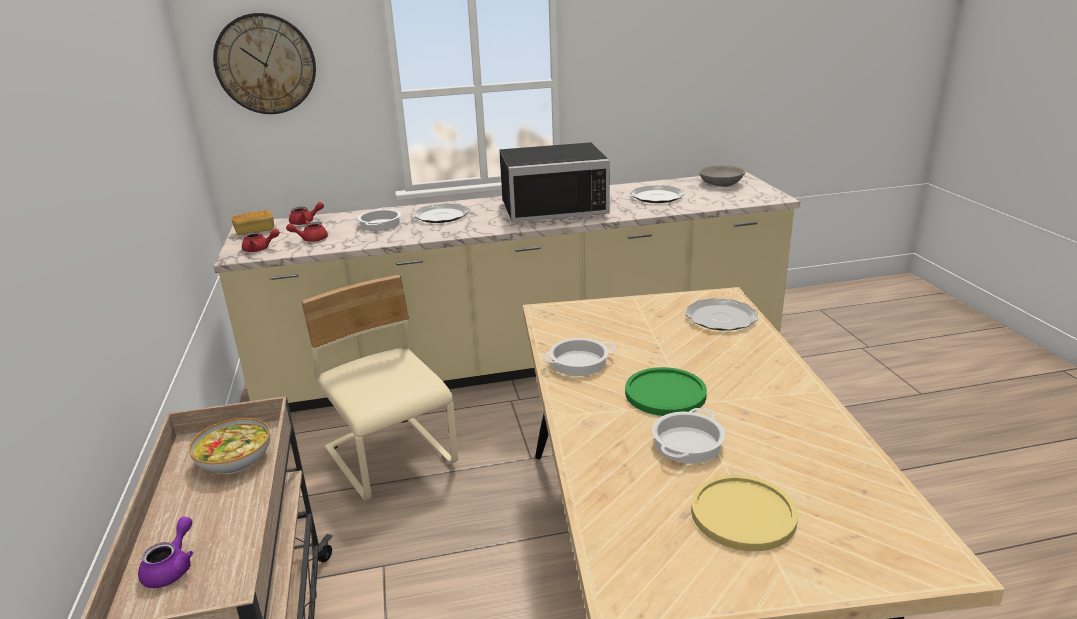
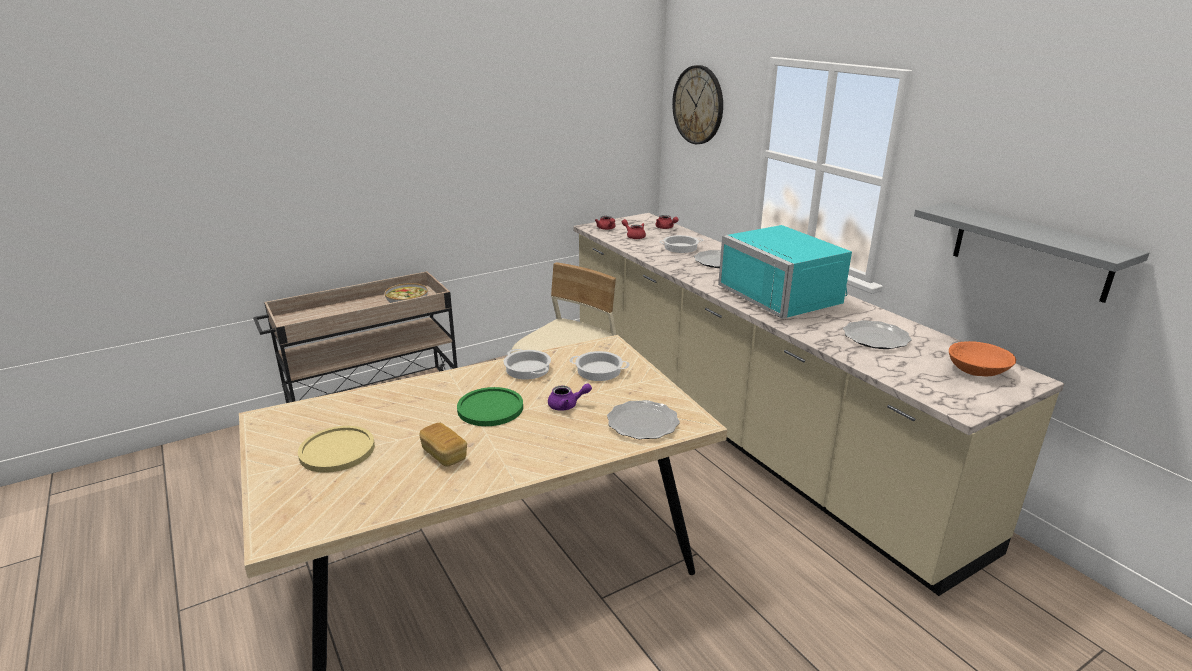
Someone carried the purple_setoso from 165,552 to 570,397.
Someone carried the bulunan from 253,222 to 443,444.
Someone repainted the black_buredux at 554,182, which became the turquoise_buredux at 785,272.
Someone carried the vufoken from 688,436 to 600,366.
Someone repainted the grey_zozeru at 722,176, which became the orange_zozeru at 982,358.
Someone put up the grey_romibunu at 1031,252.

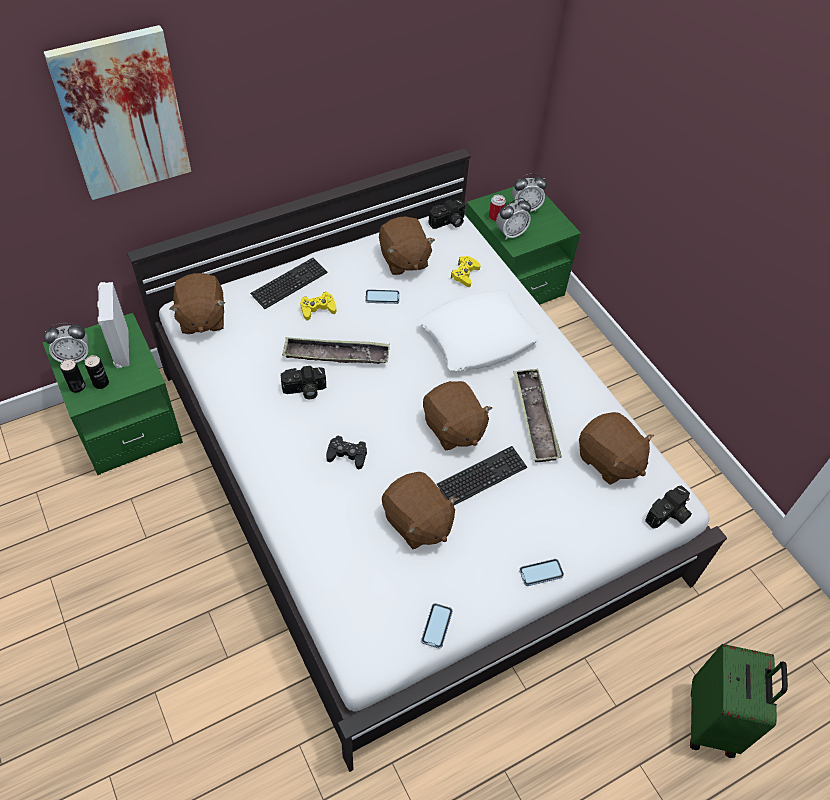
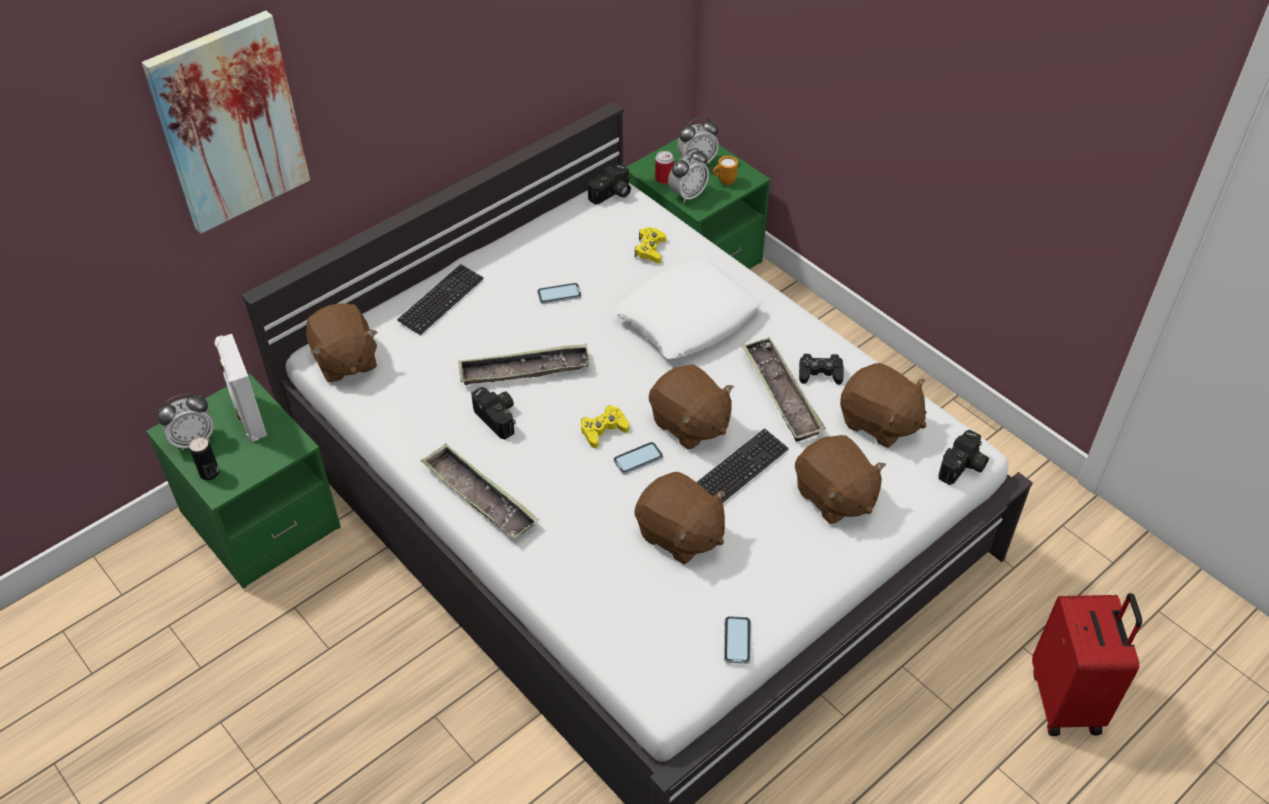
Someone took away the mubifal at 97,372.
Someone rotated the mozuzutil at 303,382 by 105 degrees counterclockwise.
Someone carried the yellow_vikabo from 318,306 to 605,426.
Someone carried the black_vikabo from 346,453 to 821,369.
Someone carried the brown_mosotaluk from 407,245 to 840,479.
Someone carried the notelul from 541,572 to 638,458.
Someone repainted the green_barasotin at 739,701, which became the red_barasotin at 1087,664.
Someone put down the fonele at 480,490.
Someone put down the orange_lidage at 725,170.

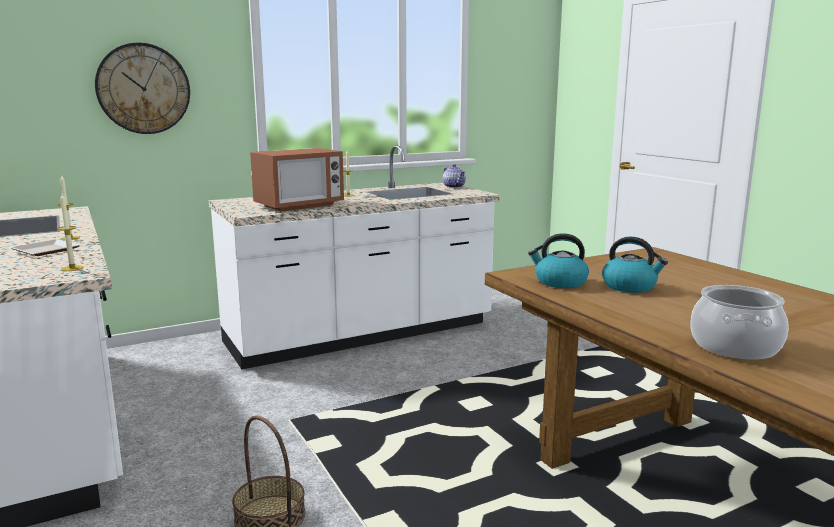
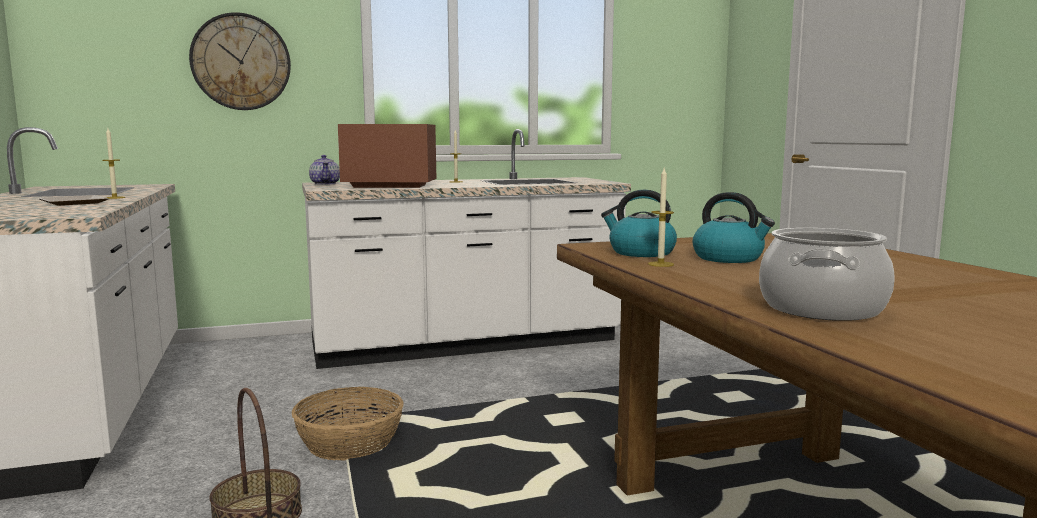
Someone carried the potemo from 70,232 to 661,217.
Someone rotated the buredux at 297,179 by 150 degrees counterclockwise.
Someone carried the setoso from 454,176 to 324,170.
Someone put down the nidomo at 348,424.

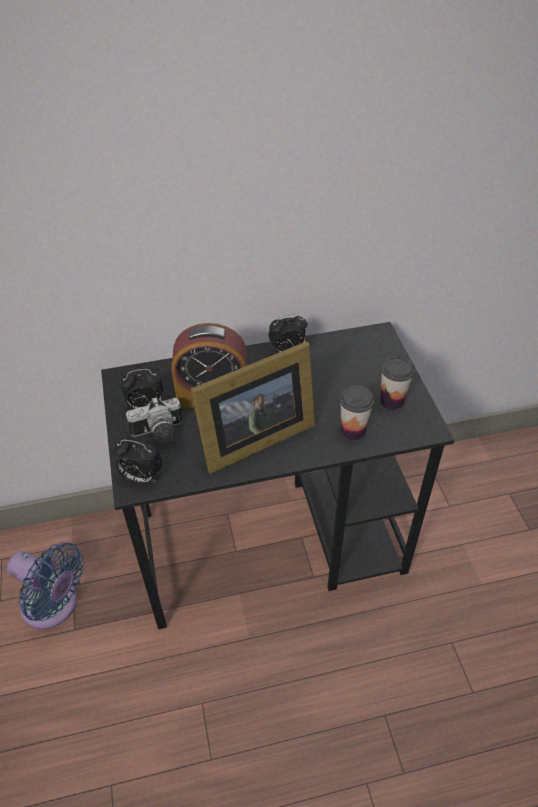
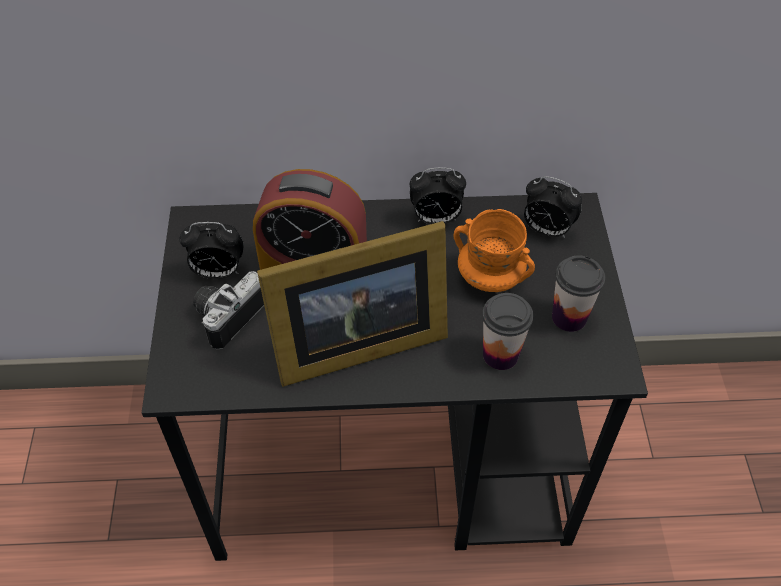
Someone took away the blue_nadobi at 45,586.
Someone carried the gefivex from 138,462 to 553,207.
Someone rotated the mozuzutil at 154,420 by 135 degrees clockwise.
Someone put down the orange_lidage at 494,250.

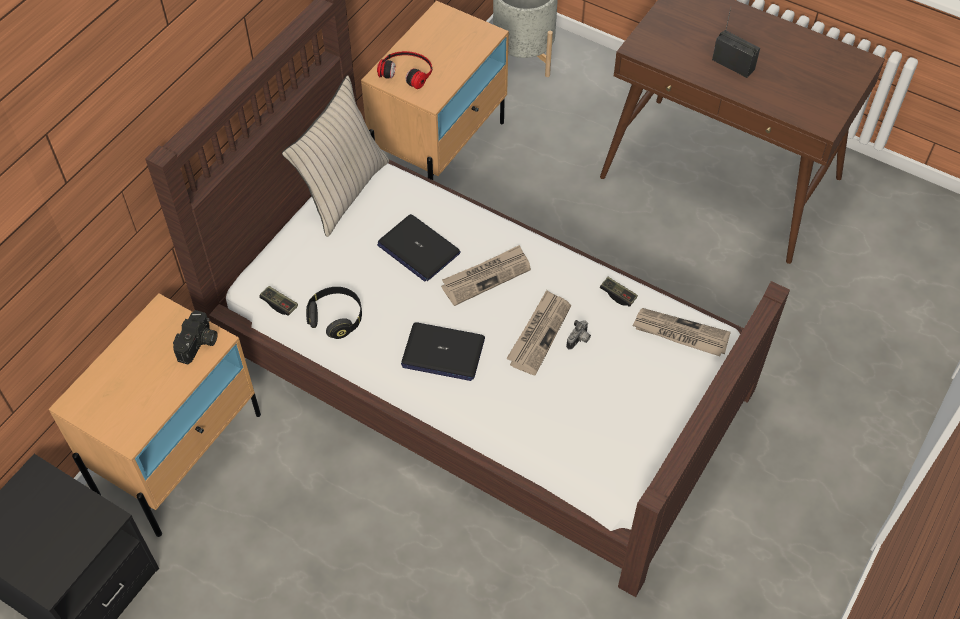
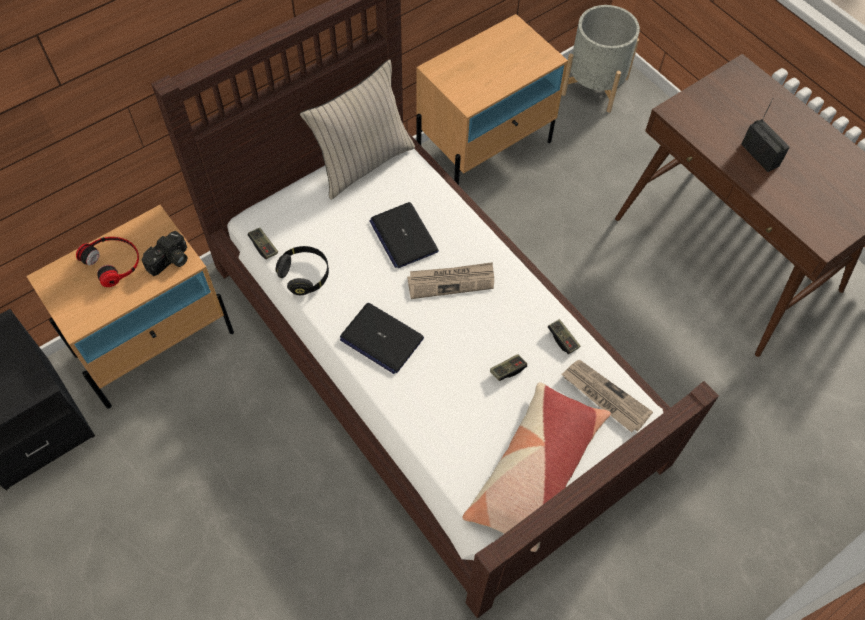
Someone carried the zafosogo from 404,70 to 107,262.
Someone took away the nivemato at 538,333.
Someone swapped the mozuzutil at 578,335 for the vikabo at 508,367.
Someone put down the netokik at 536,467.

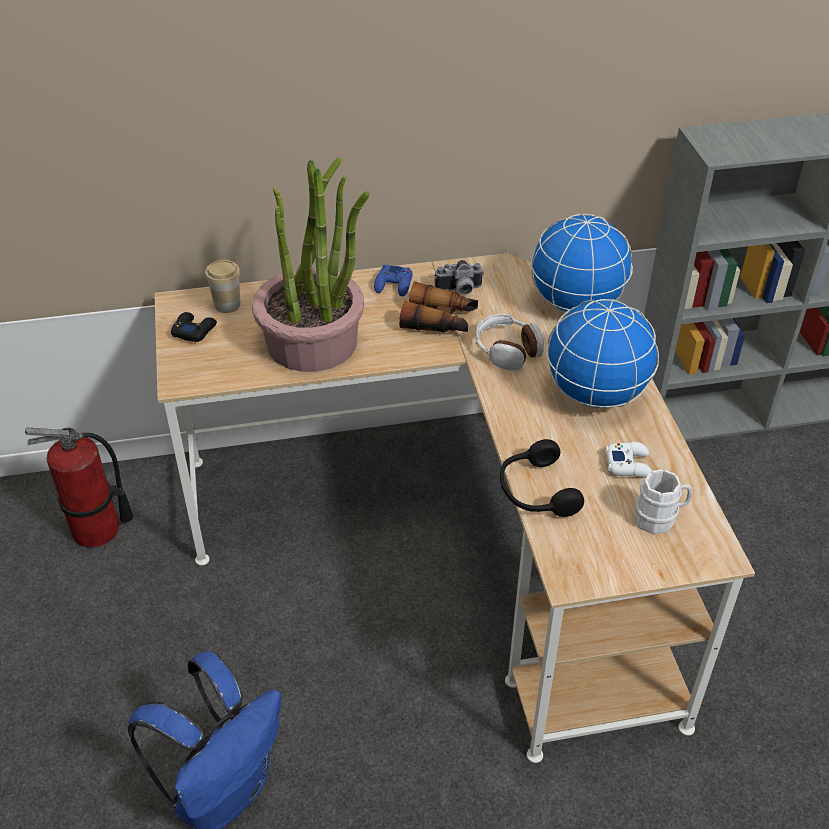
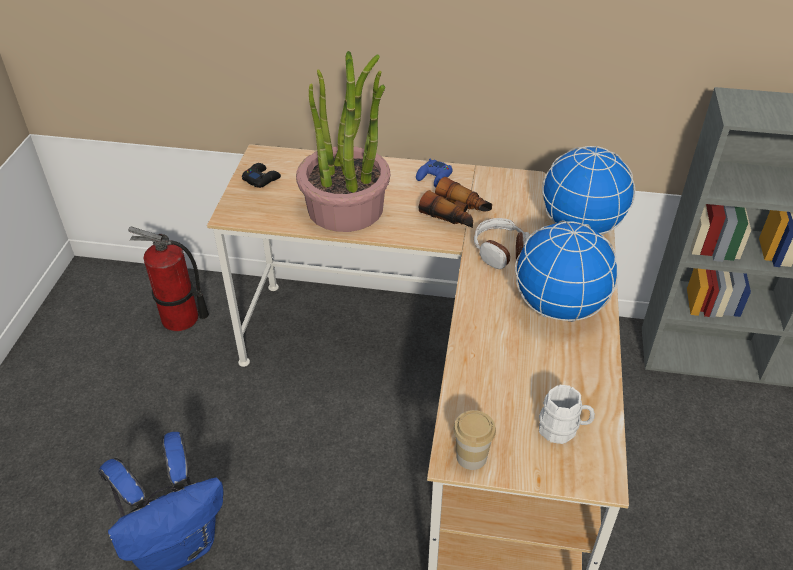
Someone carried the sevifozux from 222,286 to 475,440.
Someone took away the mozuzutil at 459,277.
Someone took away the black_zafosogo at 542,478.
Someone took away the white_vikabo at 628,460.

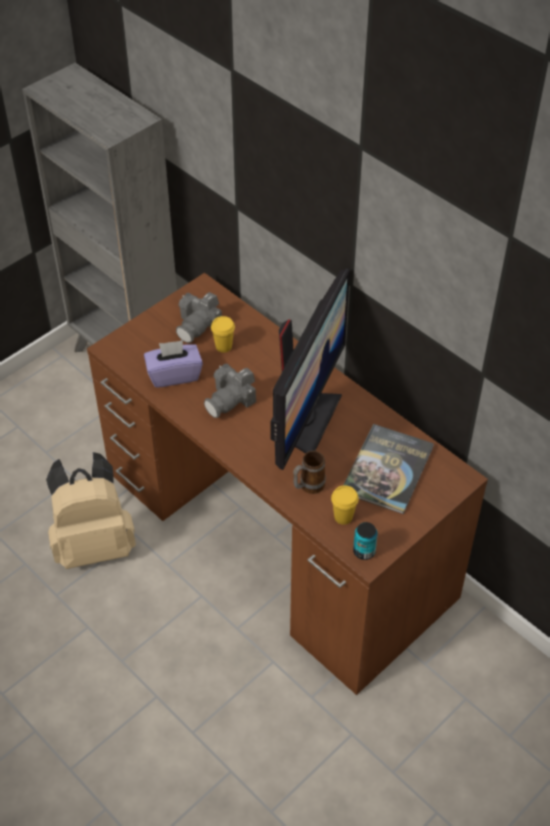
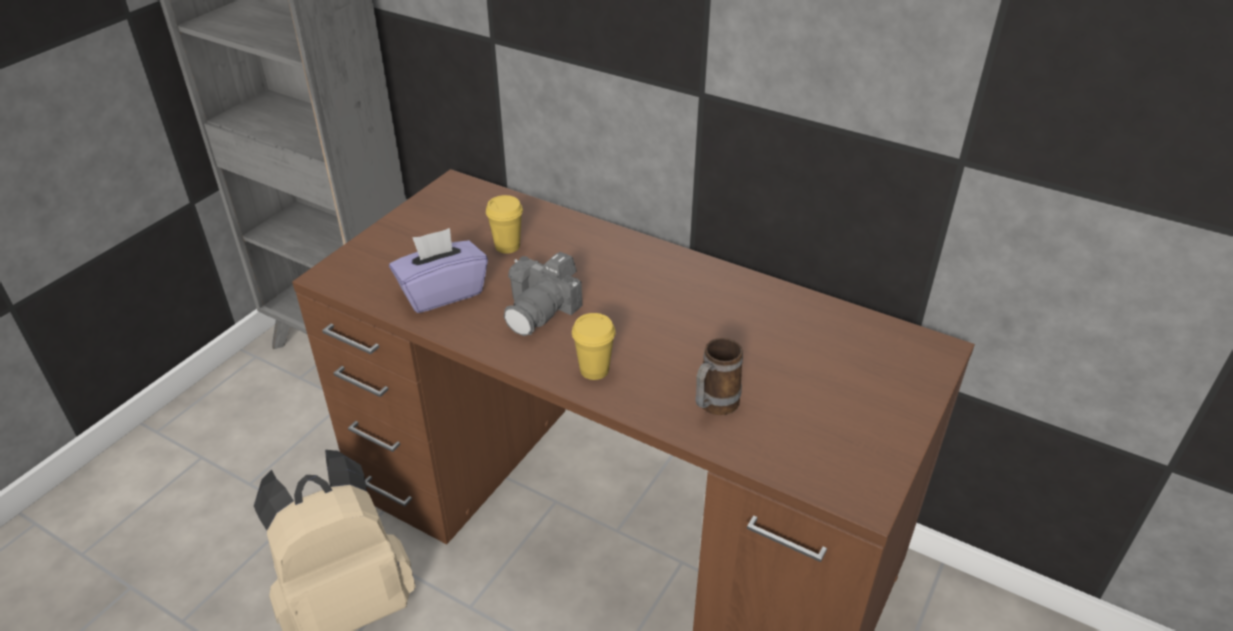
Someone took away the mozuzutil at 199,317.
Someone took away the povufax at 310,369.
Someone carried the yellow_sevifozux from 345,505 to 594,346.
Someone took away the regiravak at 388,469.
Someone took away the mubifal at 365,541.

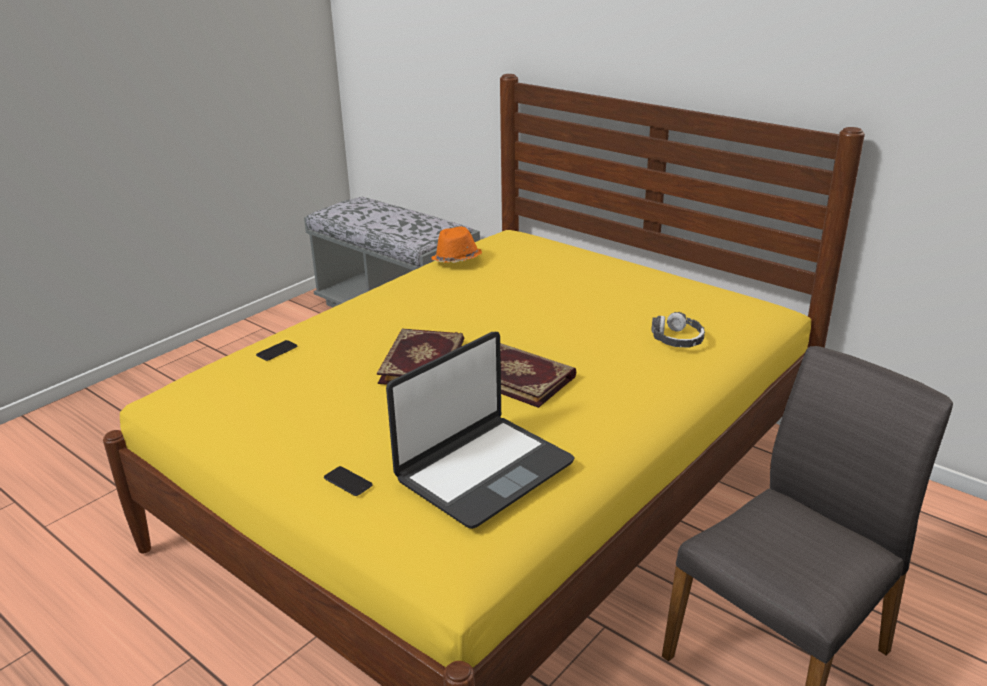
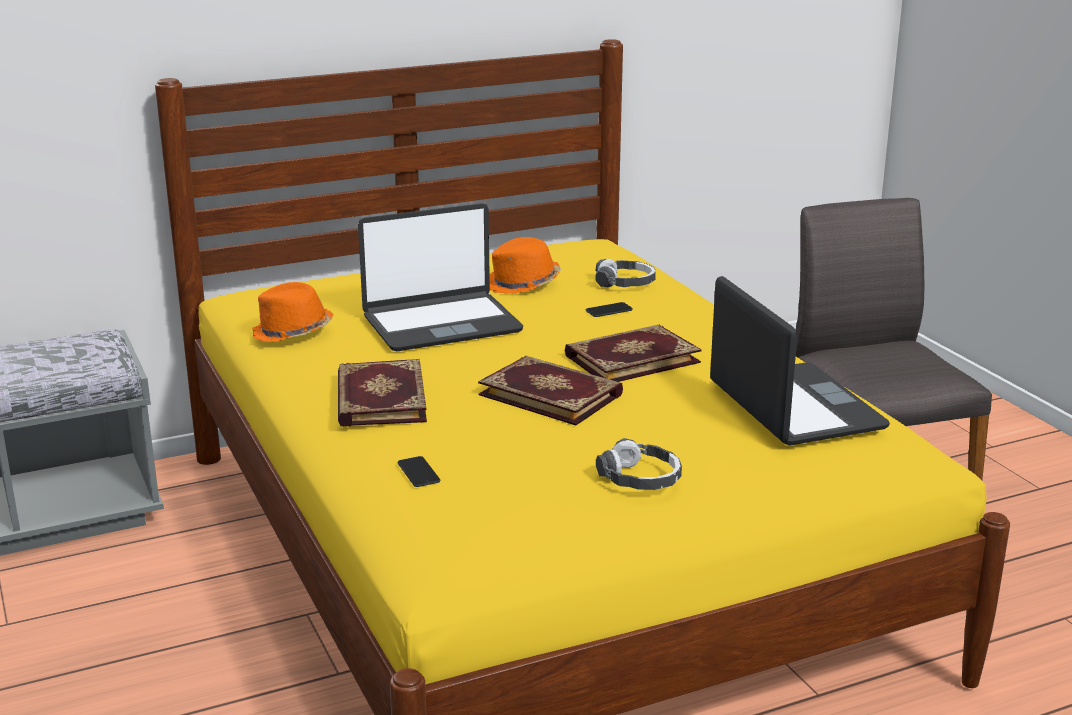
Someone carried the notelul from 348,481 to 609,309.
Someone put down the regiravak at 382,393.
Someone put down the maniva at 440,277.
Someone put down the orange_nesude at 525,265.
Someone put down the zafosogo at 639,464.

